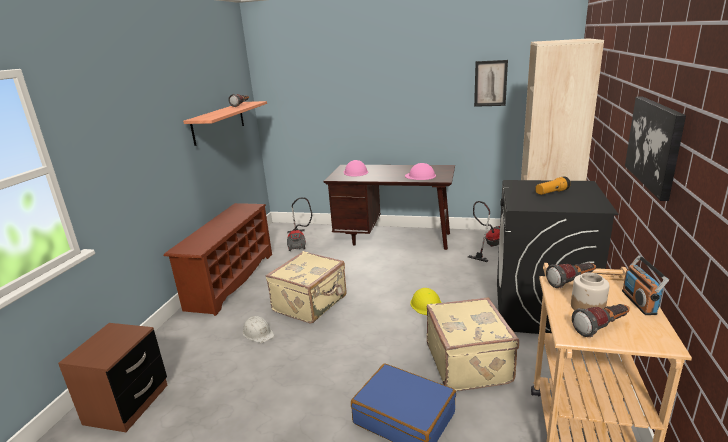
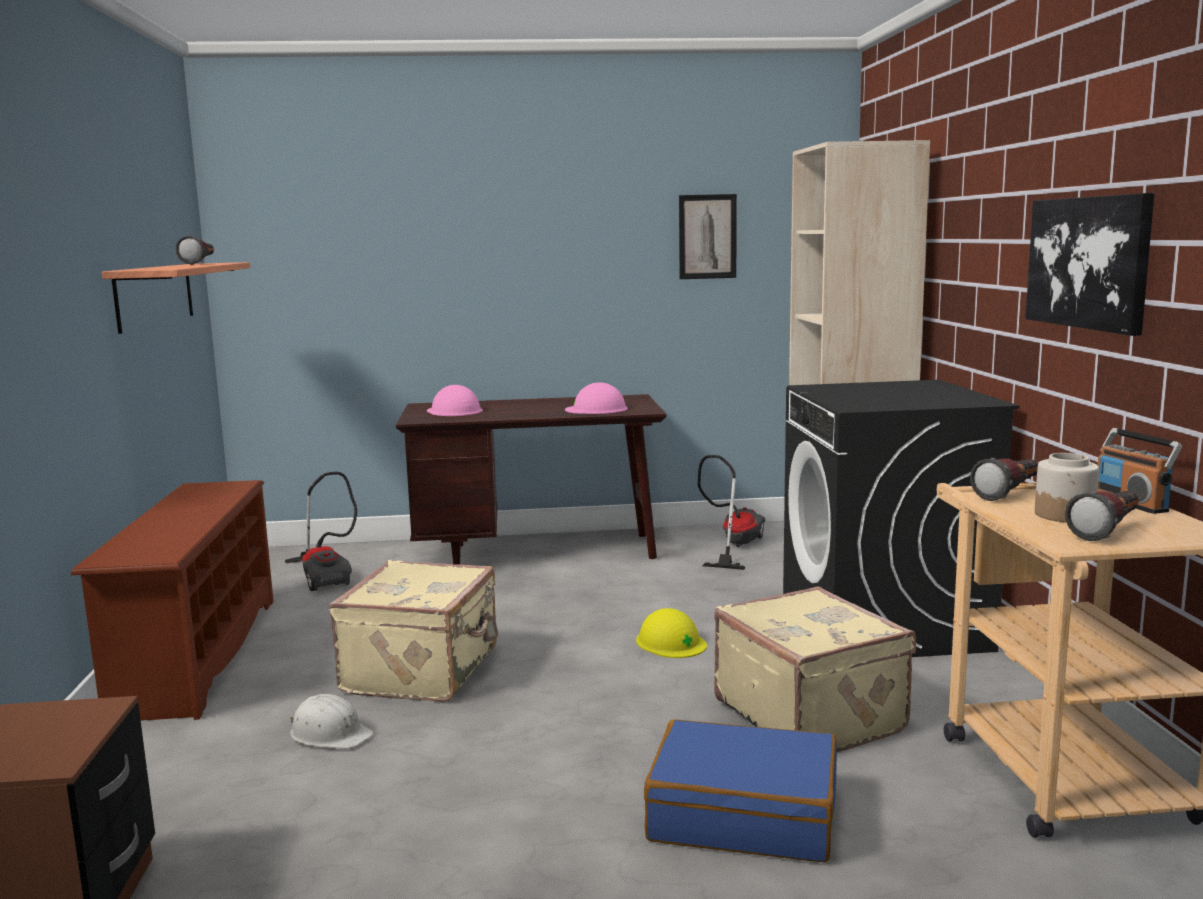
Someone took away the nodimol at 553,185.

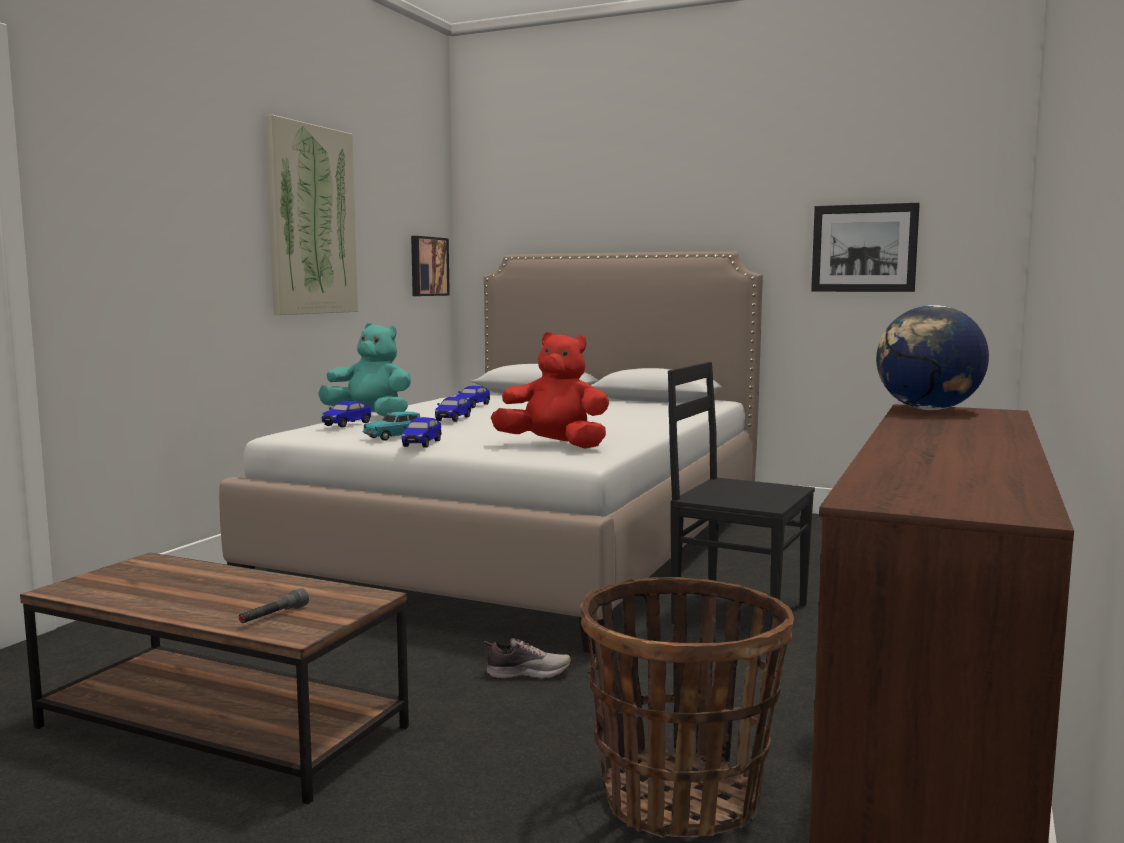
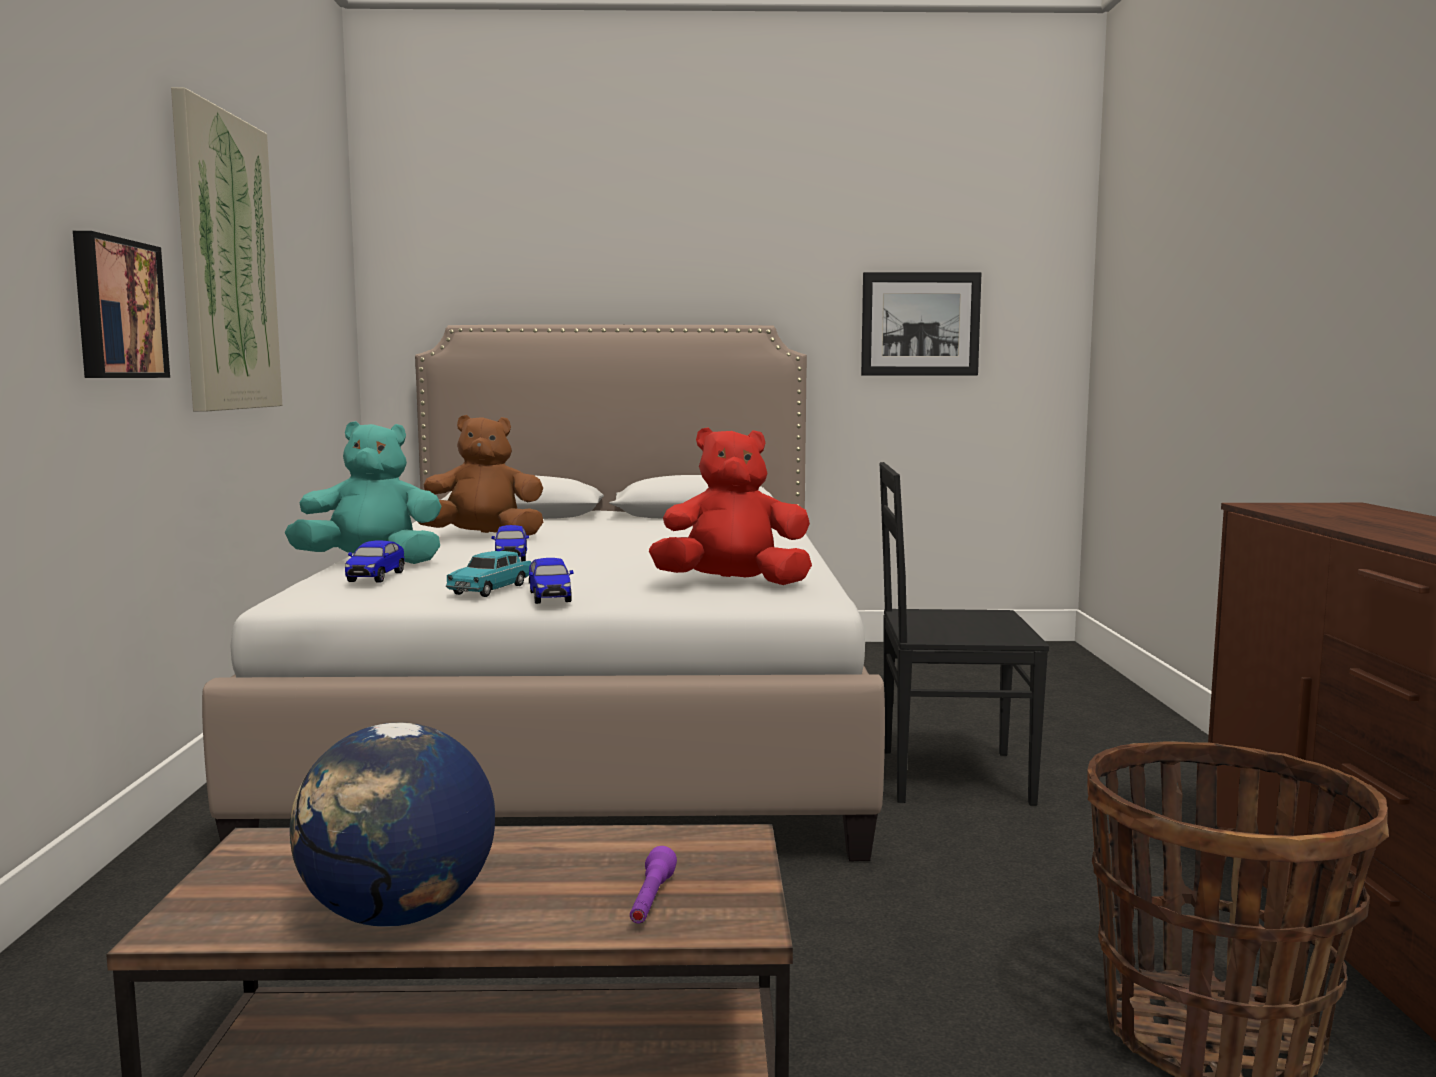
Someone repainted the grey_nodimol at 274,605, which became the purple_nodimol at 653,885.
Someone carried the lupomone from 430,266 to 121,304.
Someone swapped the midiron at 473,397 for the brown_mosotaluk at 480,475.
Someone took away the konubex at 527,658.
Someone carried the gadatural from 932,357 to 392,825.

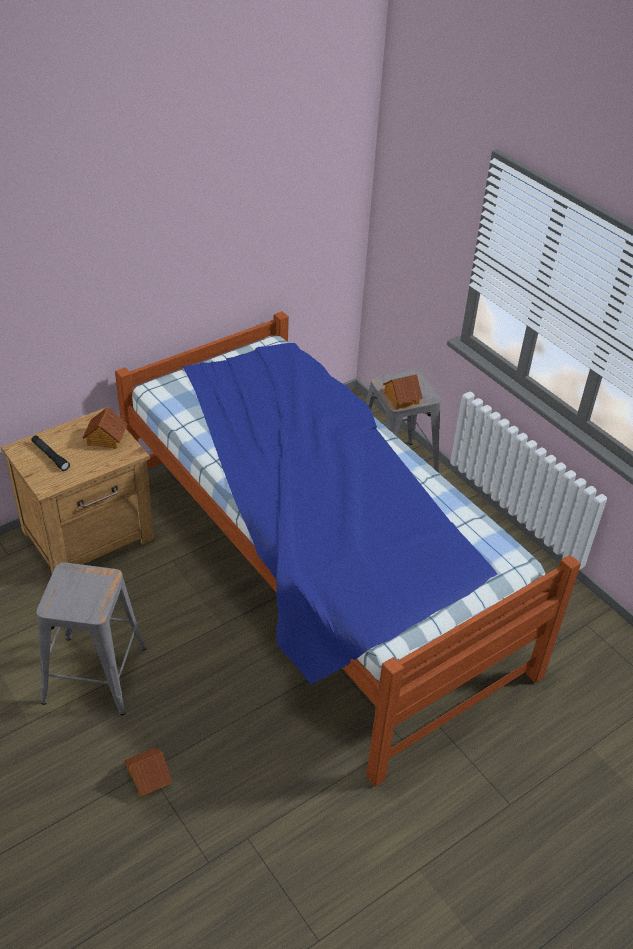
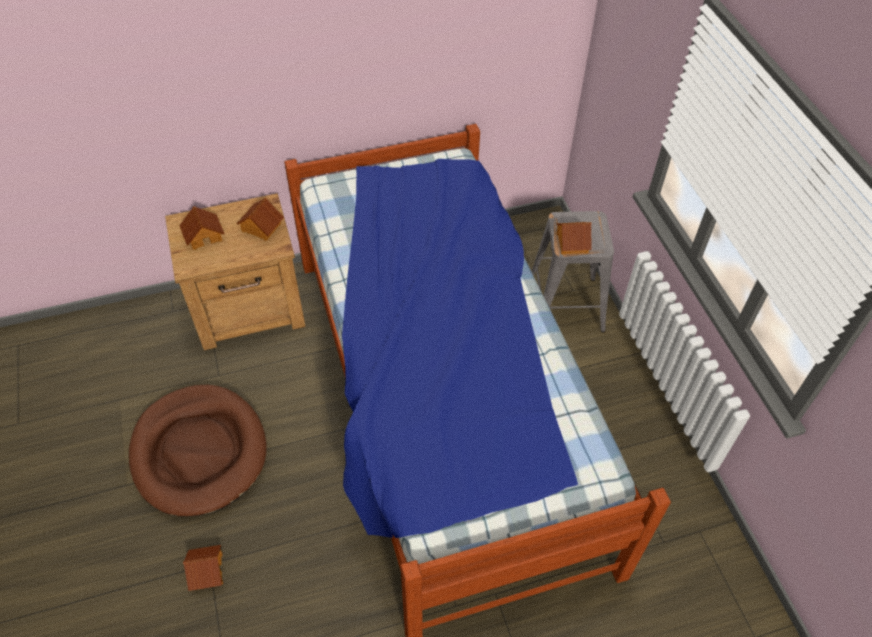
Someone swapped the black_nodimol at 50,453 for the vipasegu at 201,228.
Someone swapped the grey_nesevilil at 91,639 for the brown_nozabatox at 198,450.

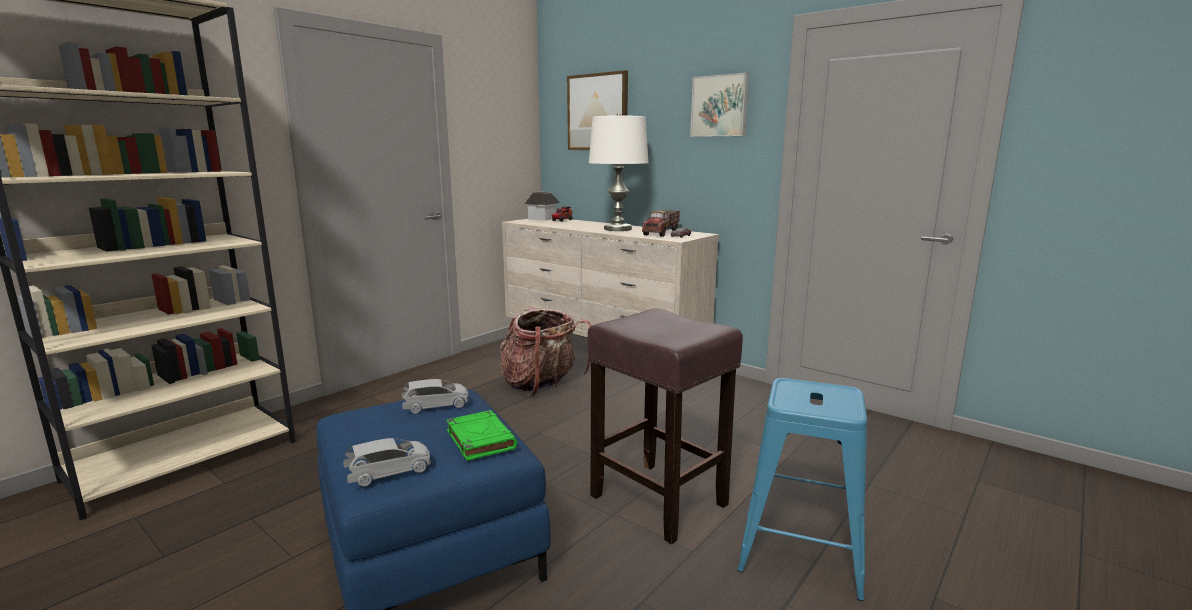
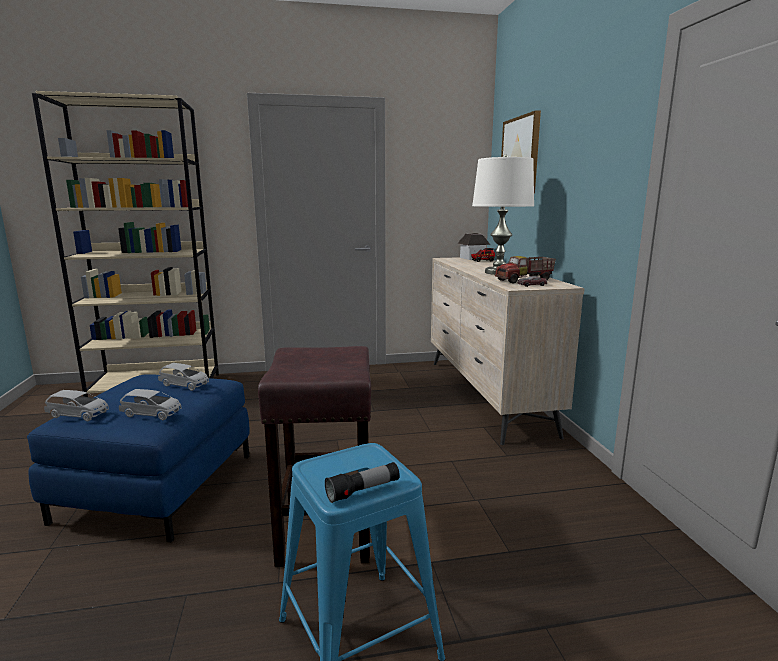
Someone swapped the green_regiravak at 481,435 for the grey_midiron at 150,404.
Someone took away the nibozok at 546,351.
Someone took away the lupomone at 719,105.
Someone put down the nodimol at 362,482.

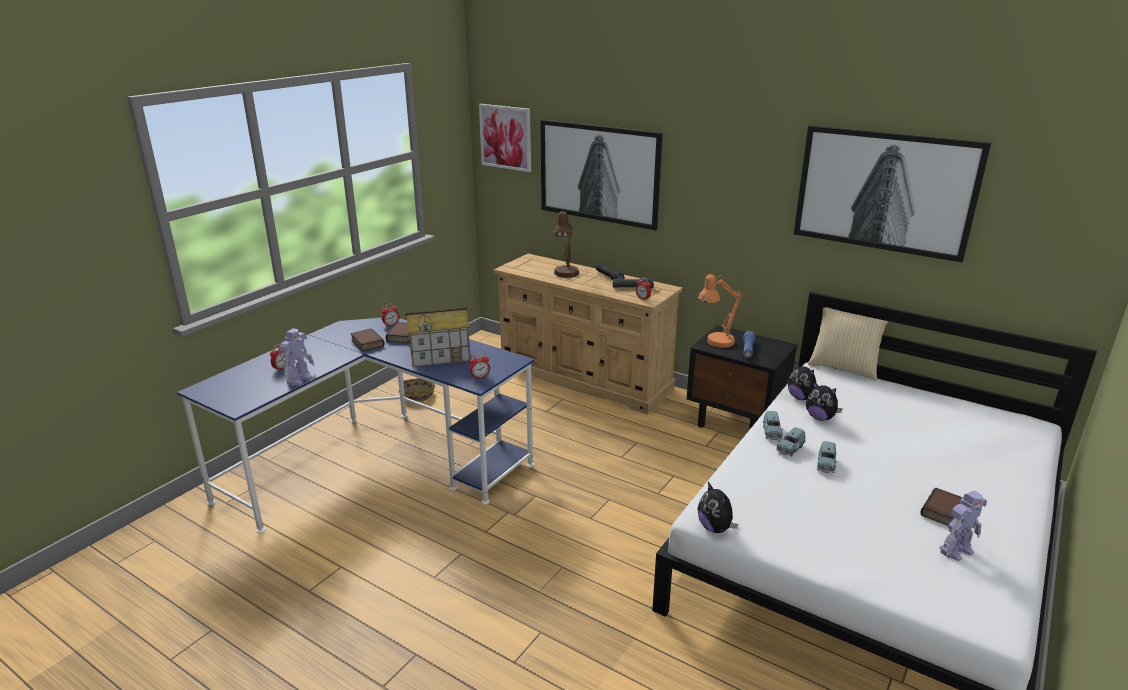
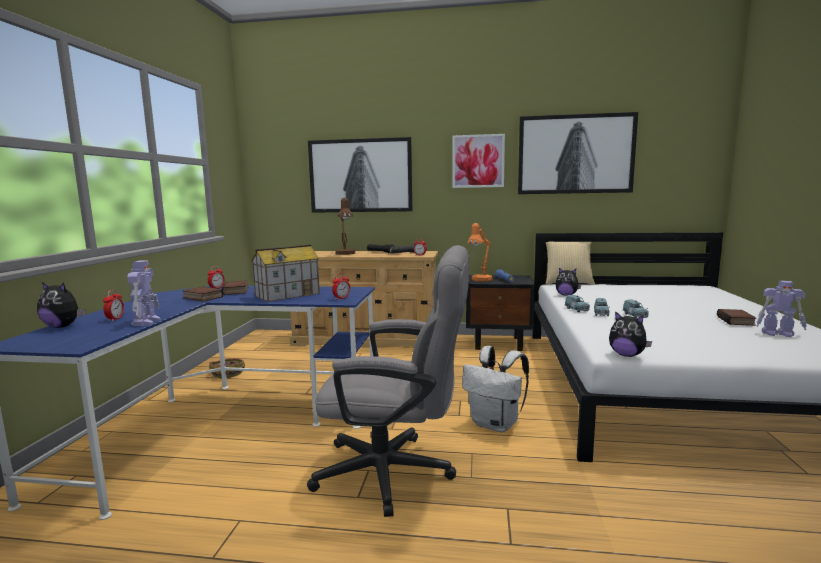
Someone carried the lupomone from 505,138 to 478,161.
Someone carried the mosotaluk from 824,401 to 61,305.
Someone rotated the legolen at 963,525 by 75 degrees clockwise.
Someone put down the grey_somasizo at 388,381.
Someone put down the white_nibozok at 495,389.

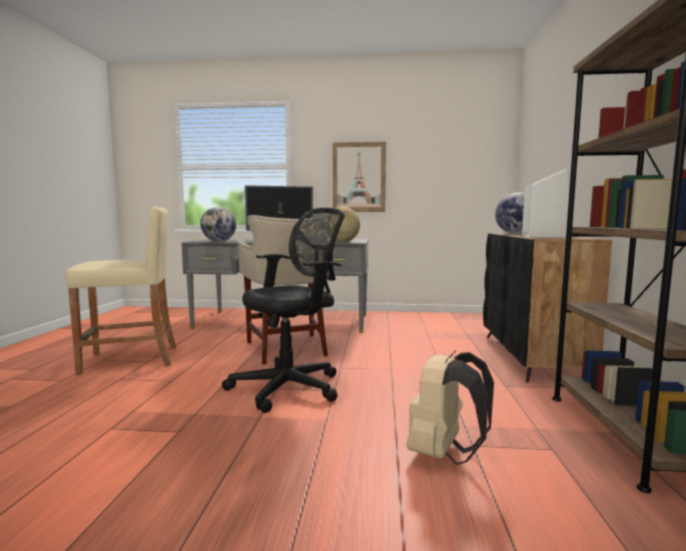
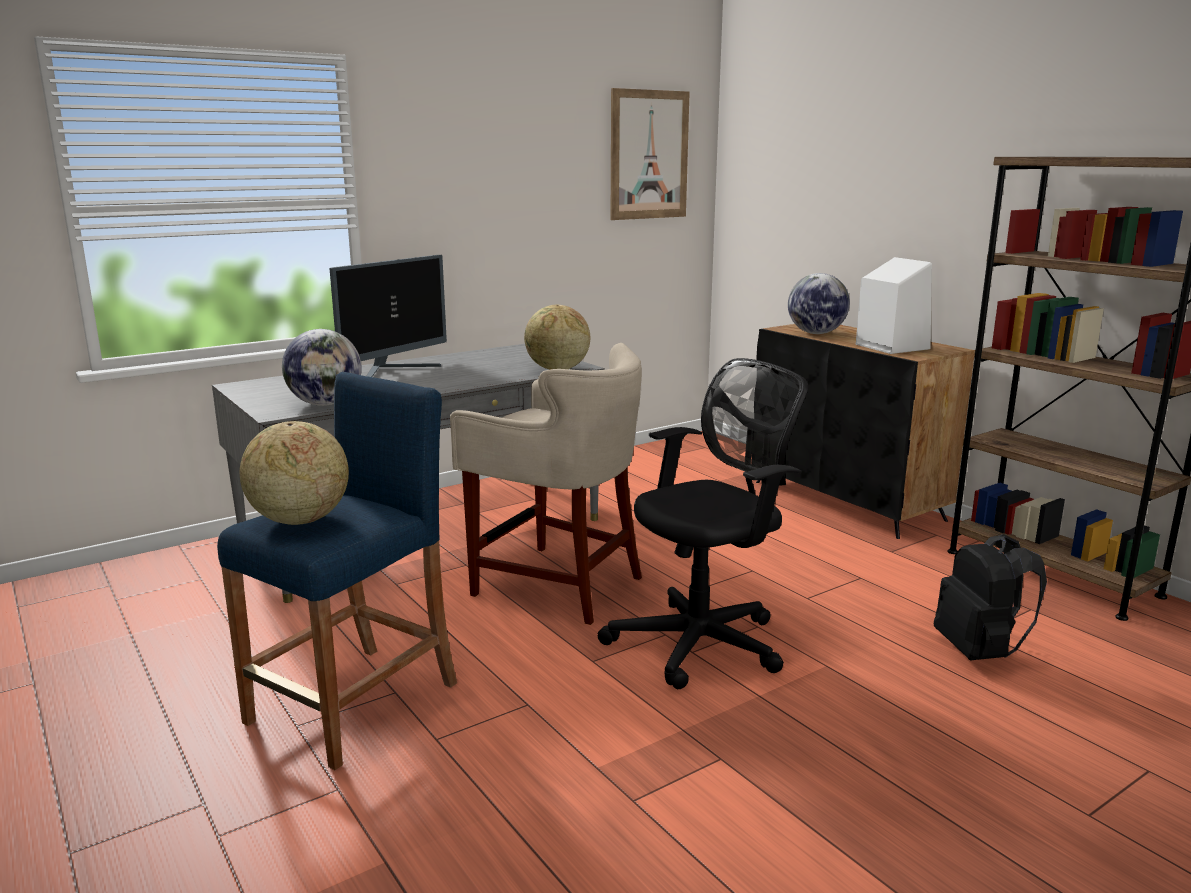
Someone repainted the beige_nesevilil at 120,291, which became the blue_nesevilil at 337,571.
Someone rotated the black_somasizo at 283,310 by 45 degrees clockwise.
Someone carried the lupomone from 359,177 to 650,154.
Someone repainted the beige_nibozok at 450,407, which became the black_nibozok at 990,597.
Someone put down the gadatural at 294,473.

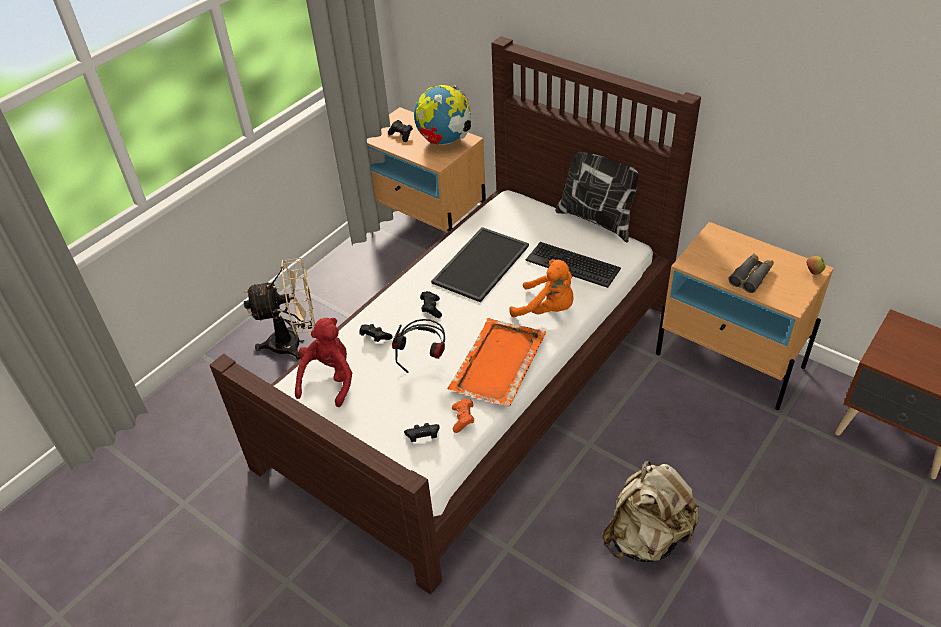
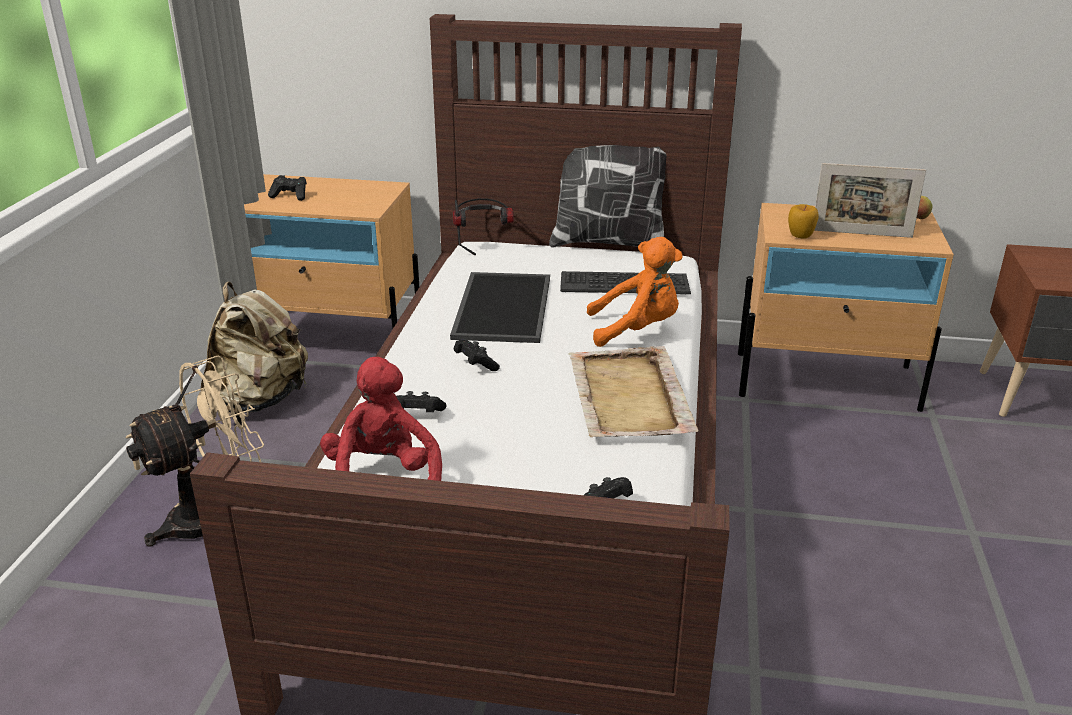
Someone carried the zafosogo from 418,346 to 483,226.
Someone took away the gadatural at 442,115.
Someone repainted the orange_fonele at 496,362, which became the beige_fonele at 633,391.
Someone took away the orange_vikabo at 463,416.
Someone carried the beige_nibozok from 651,511 to 254,347.
Someone swapped the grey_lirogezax at 751,273 for the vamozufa at 870,200.
Someone put down the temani at 803,221.

